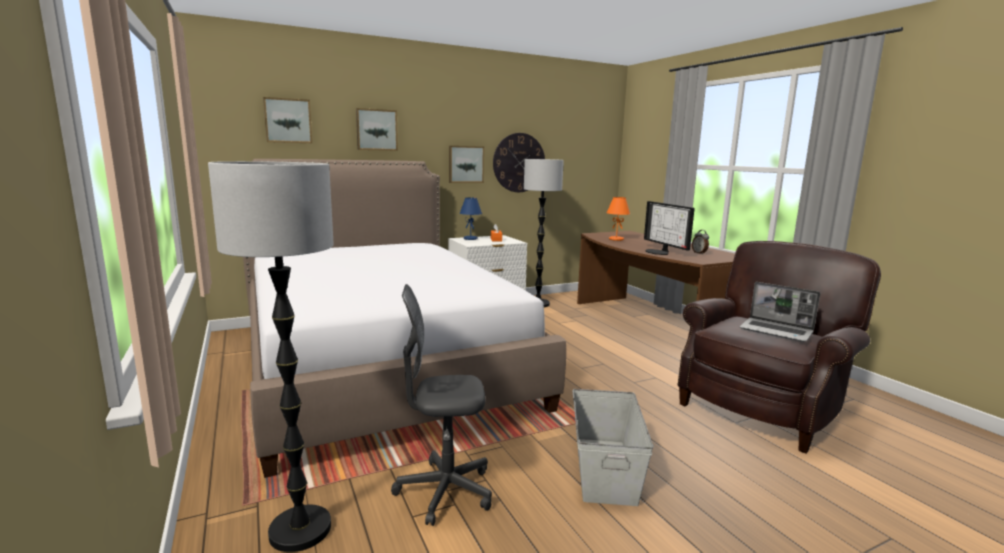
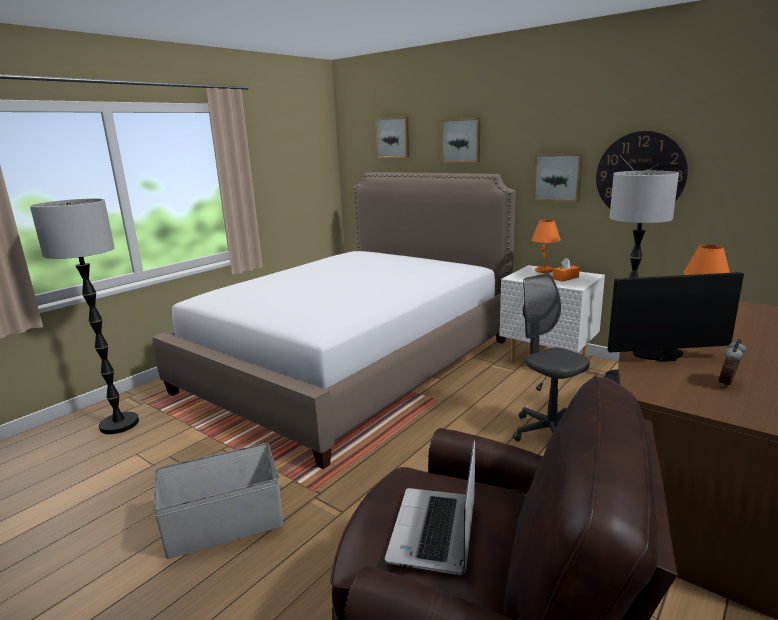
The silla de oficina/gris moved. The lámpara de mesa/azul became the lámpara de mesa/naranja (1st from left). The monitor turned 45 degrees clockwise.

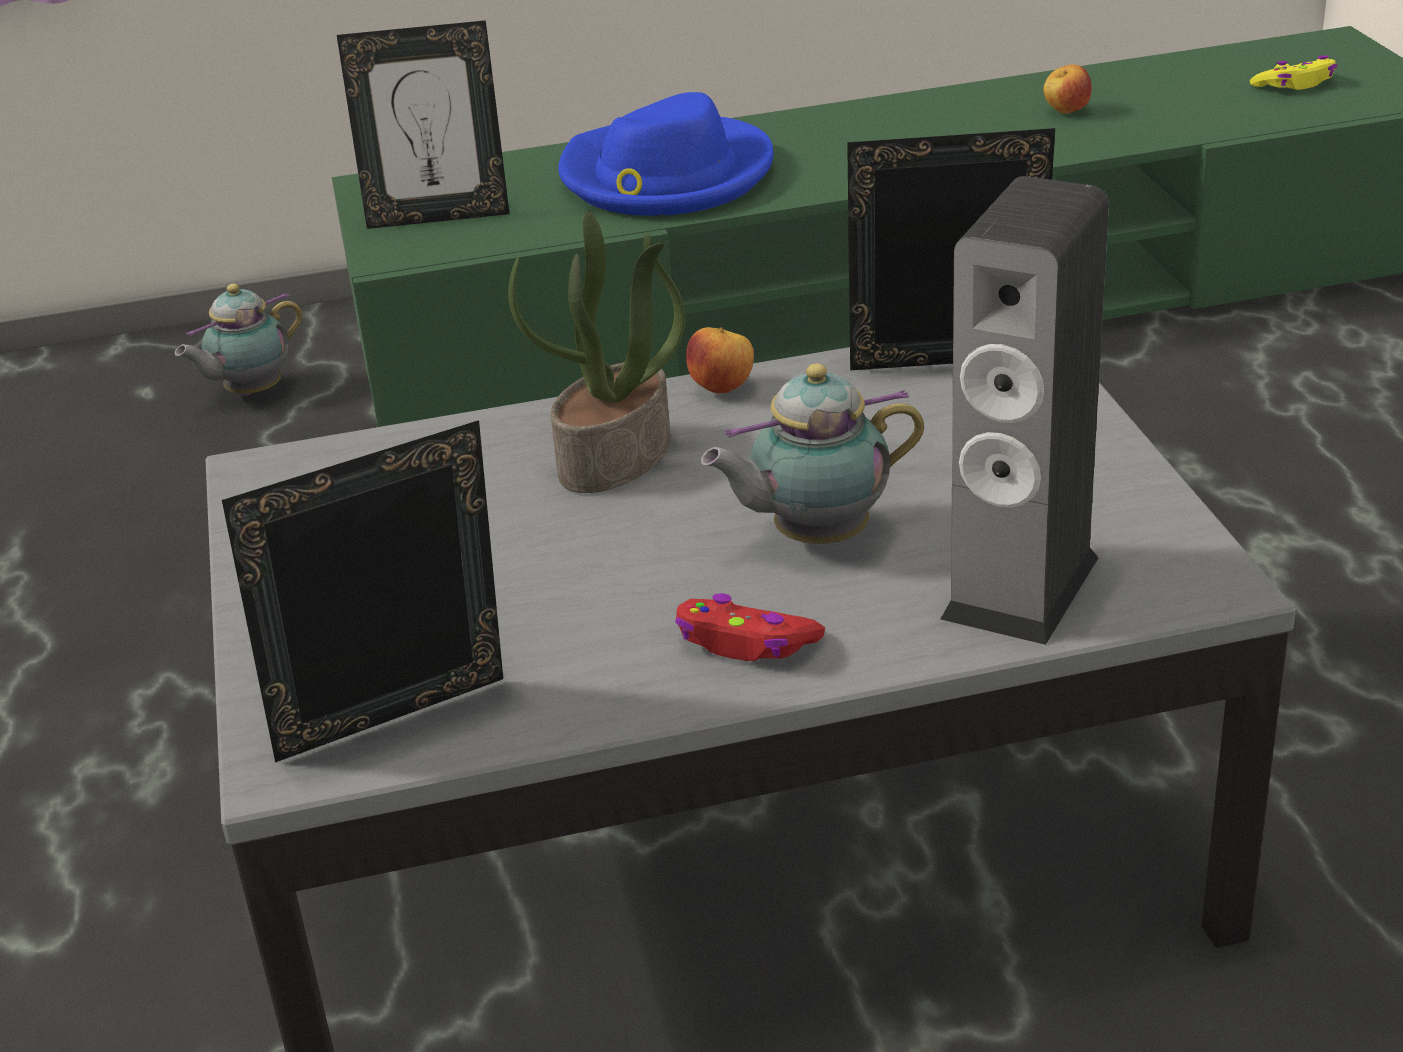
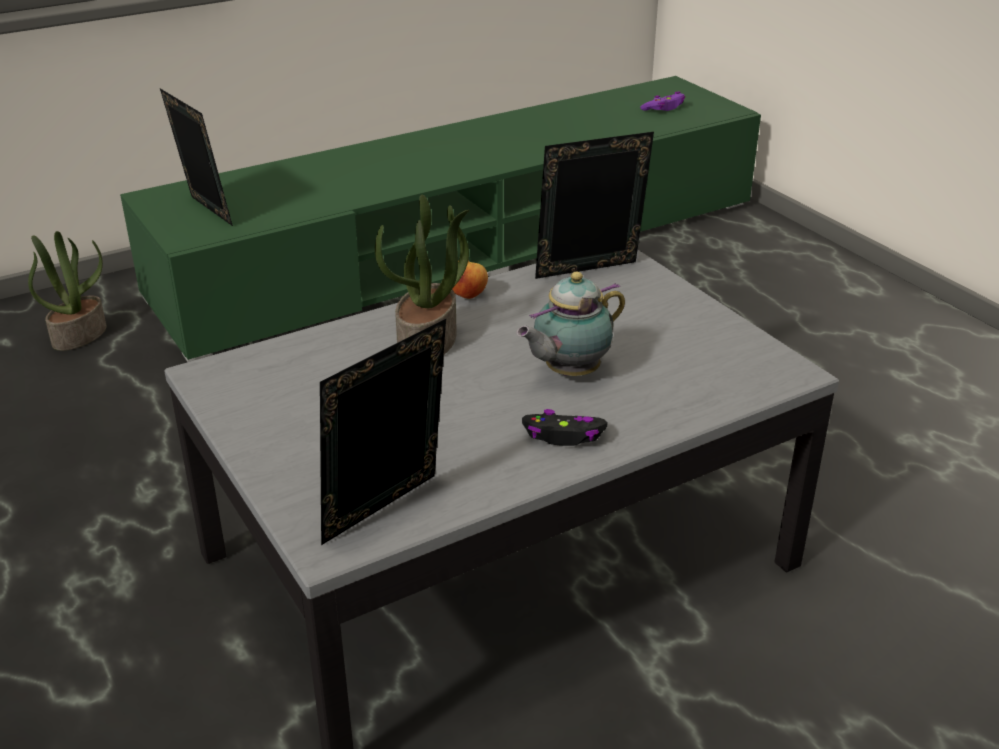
The tetera (1st from left) was replaced by the planta en maceta (1st from left). The portarretratos (2nd from left in the first image) turned 105 degrees counterclockwise. The mando de consola/rojo became the mando de consola/negro. The mando de consola/amarillo became the mando de consola/morado. The sombrero/azul disappeared. The altavoz disappeared. The manzana (2nd from left) disappeared.

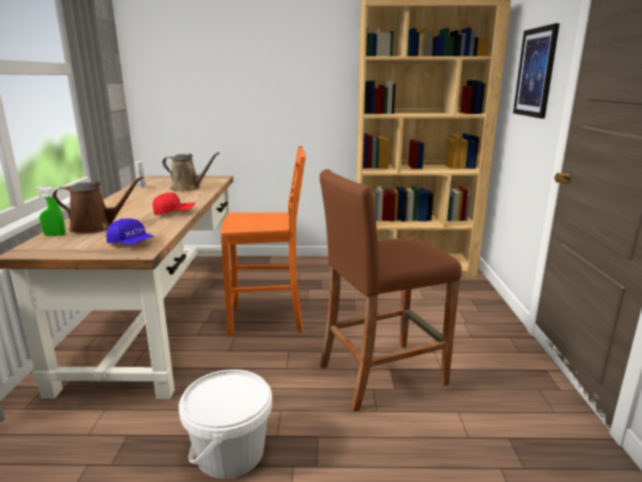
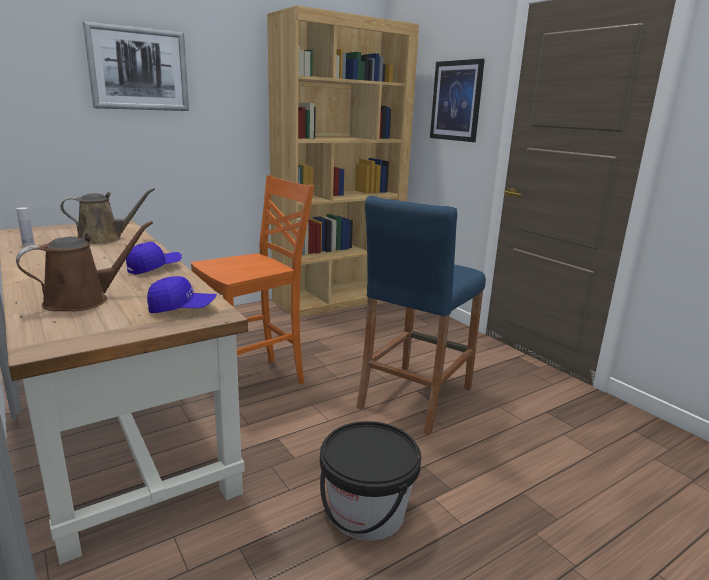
The cuadro (1st from left) appeared. The gorra/rojo became the gorra/azul (1st from left). The cubo/blanco became the cubo/negro. The taburete/marrón became the taburete/azul. The pulverizador/verde disappeared.

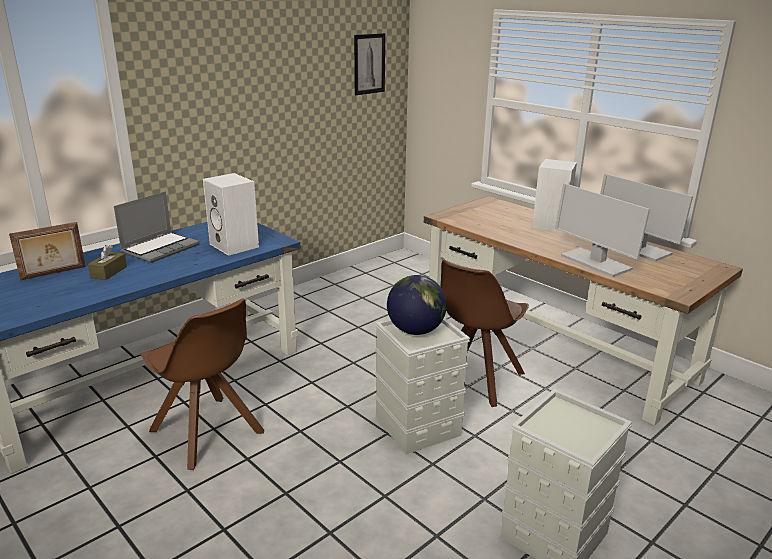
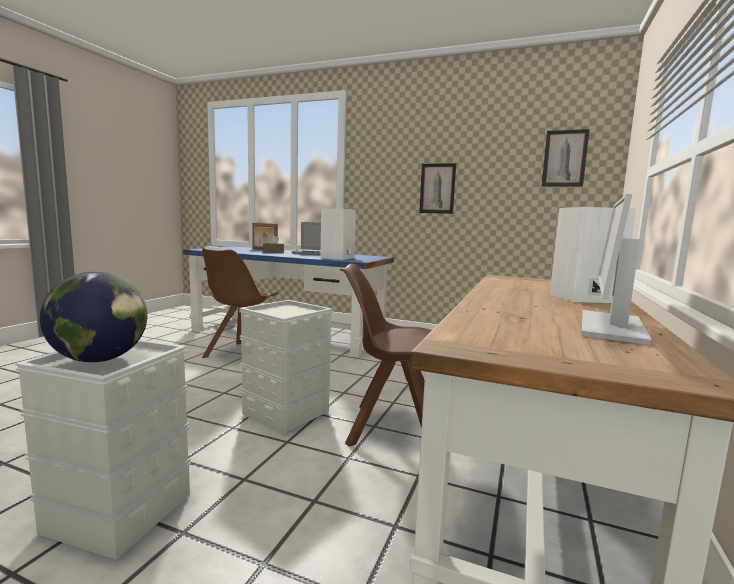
The globo terráqueo moved. The cuadro (1st from left) appeared. The monitor (1st from left) disappeared.

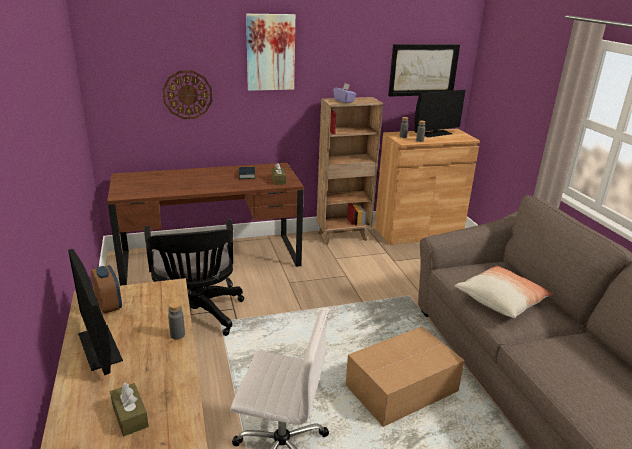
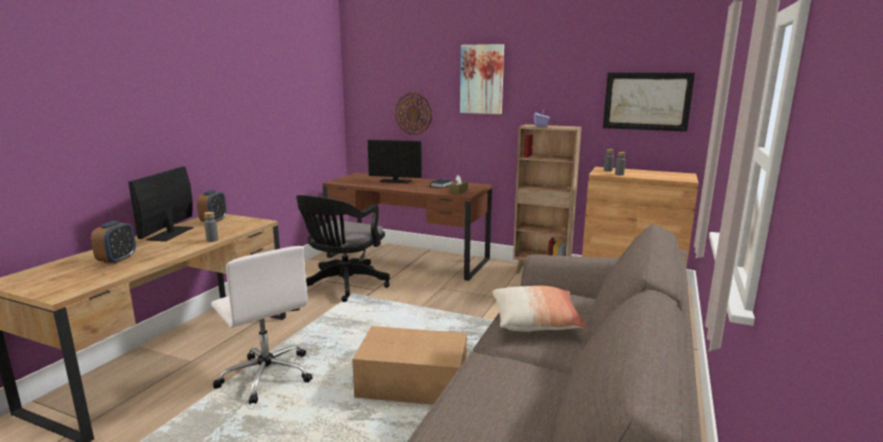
The caja de pañuelos/marrón (1st from left) was replaced by the despertador (1st from left). The monitor (2nd from left) moved.

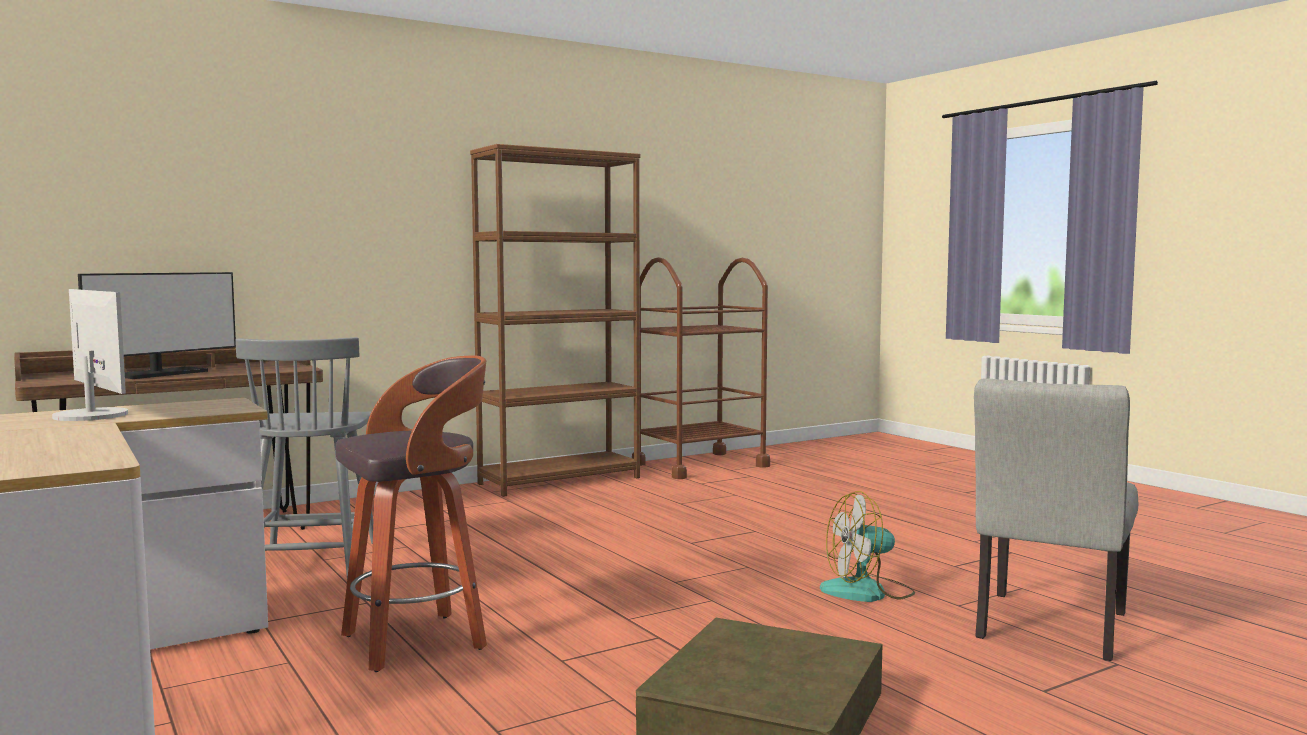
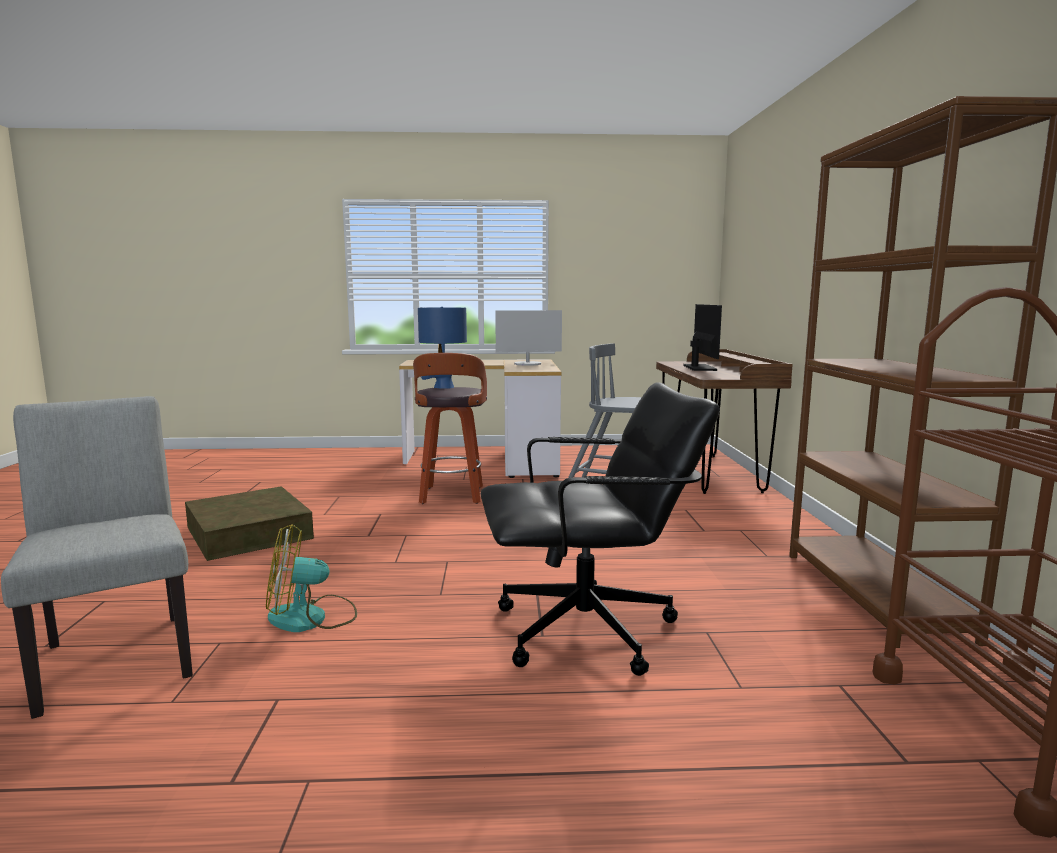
The ventilador turned 120 degrees counterclockwise. The lámpara de mesa/azul appeared. The silla de oficina/negro appeared. The monitor (2nd from left) turned 150 degrees counterclockwise.

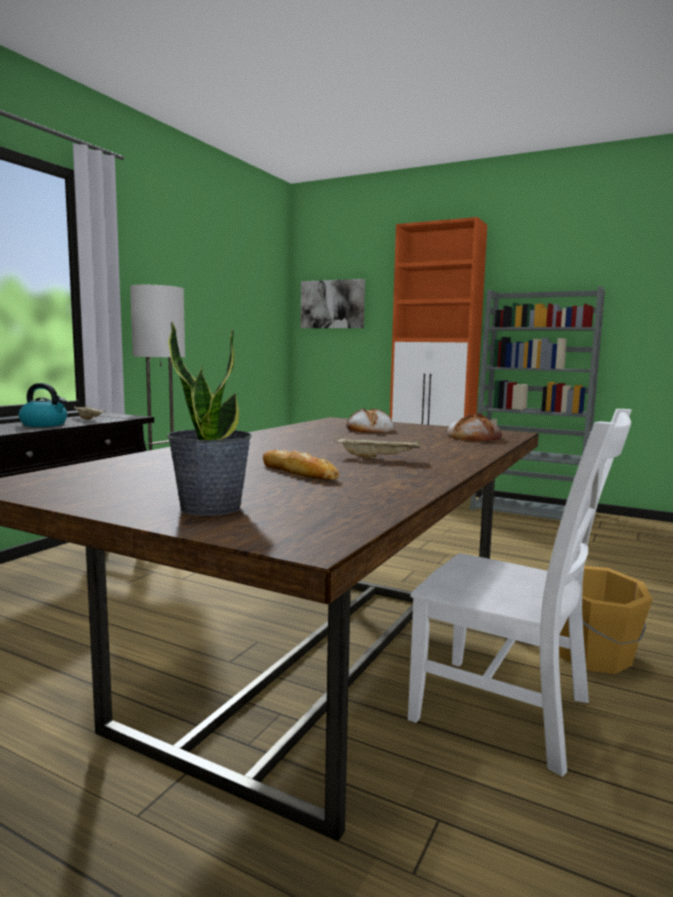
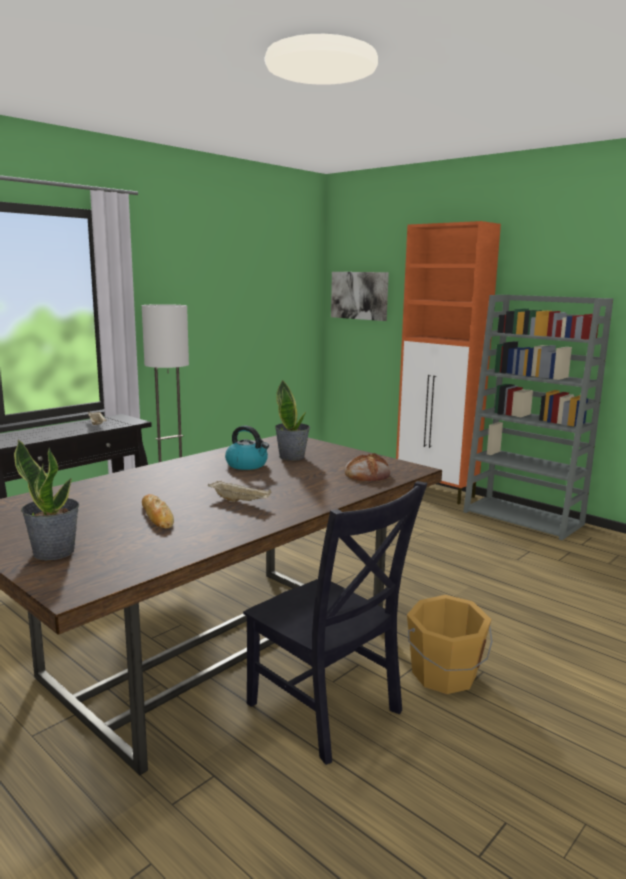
The hervidor moved. The silla/blanco became the silla/negro. The pan (2nd from left) was replaced by the planta en maceta (2nd from left).

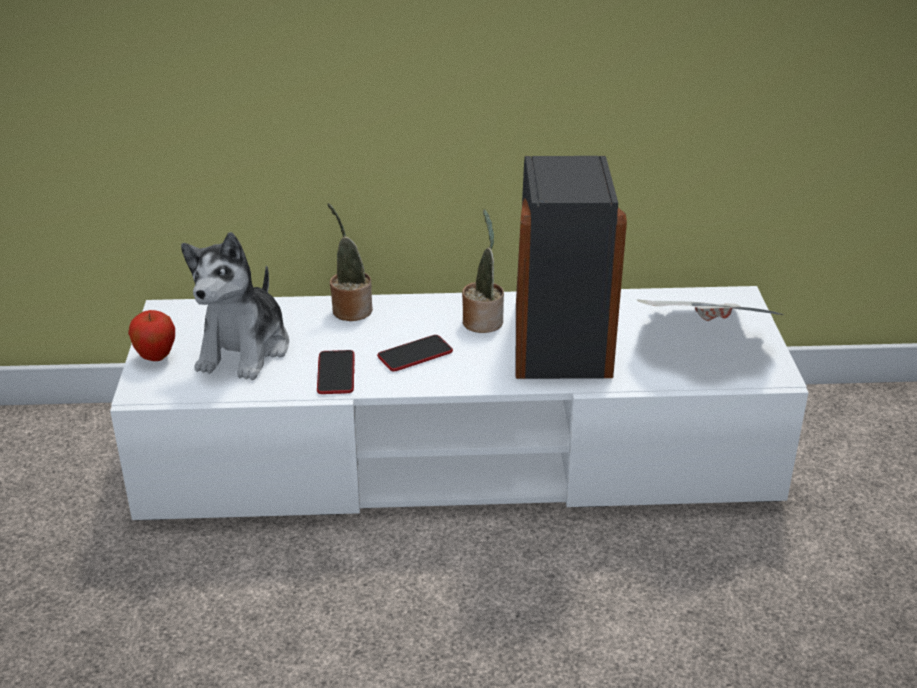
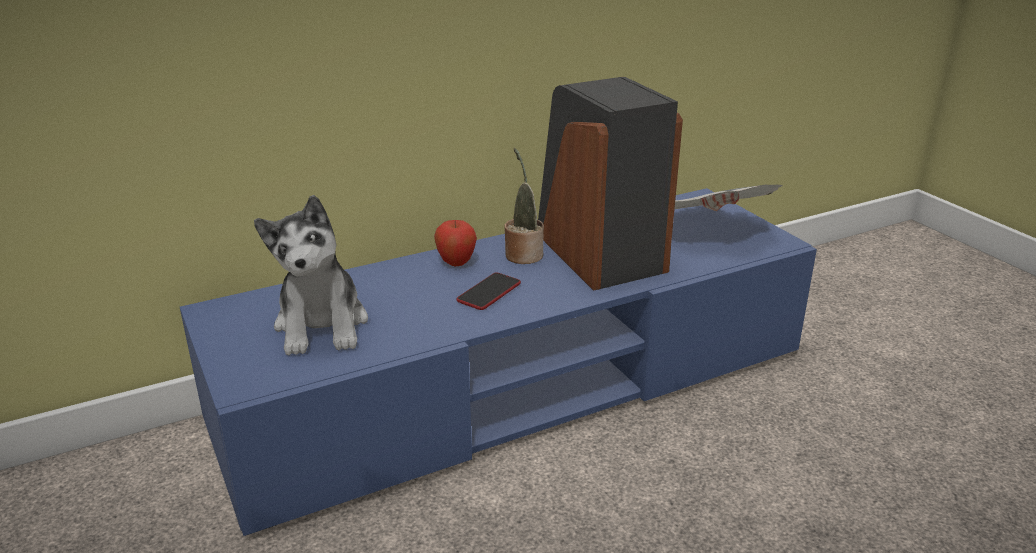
The mueble de televisión/blanco became the mueble de televisión/azul. The manzana moved. The móvil (1st from left) disappeared. The planta en maceta (1st from left) disappeared.

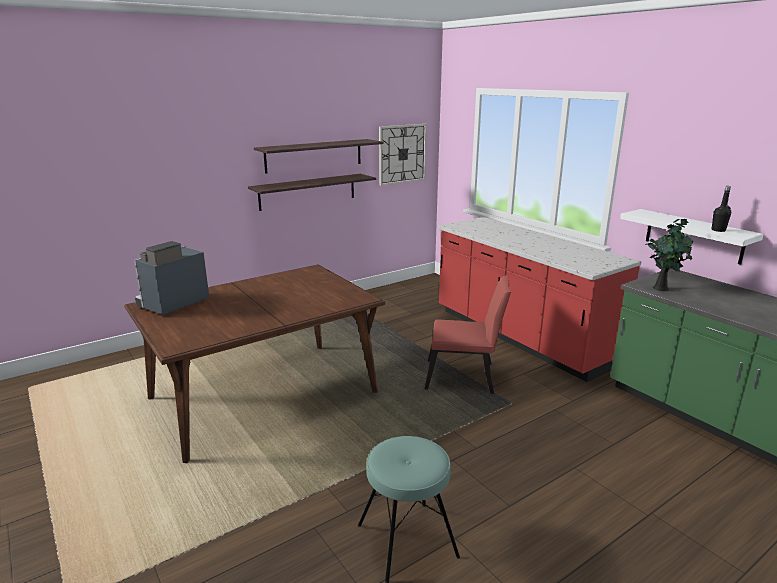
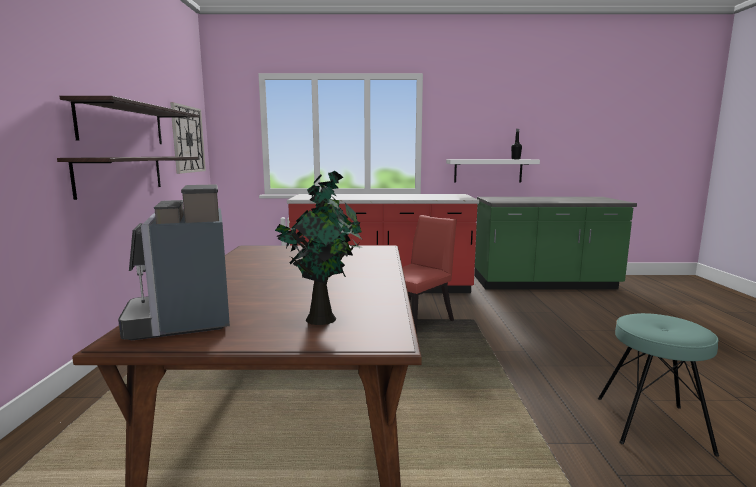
The planta en maceta moved.

